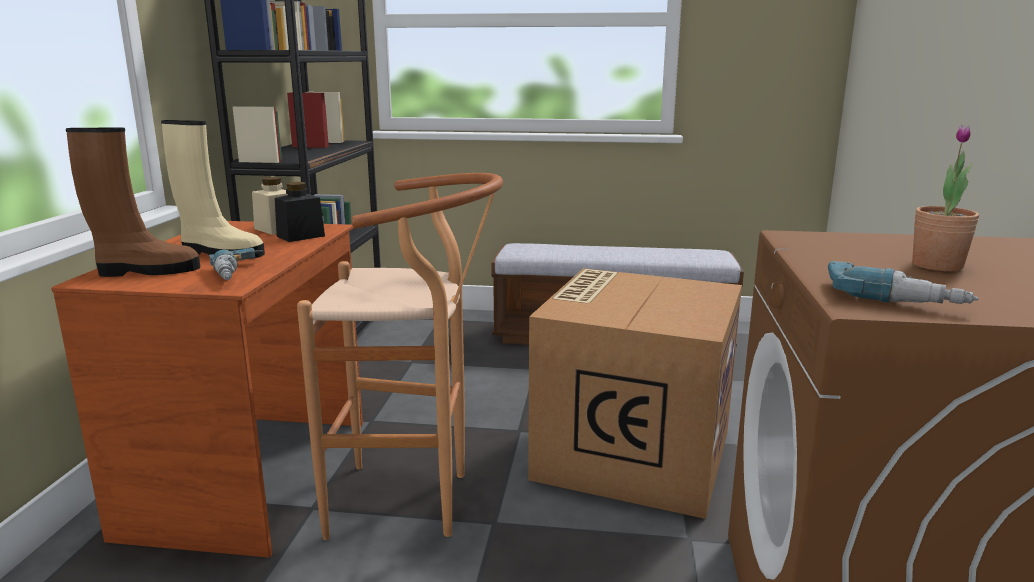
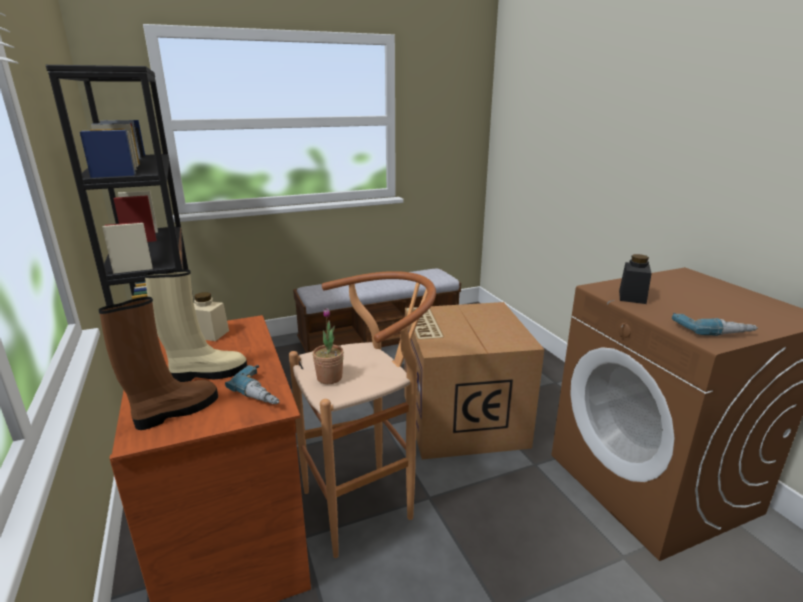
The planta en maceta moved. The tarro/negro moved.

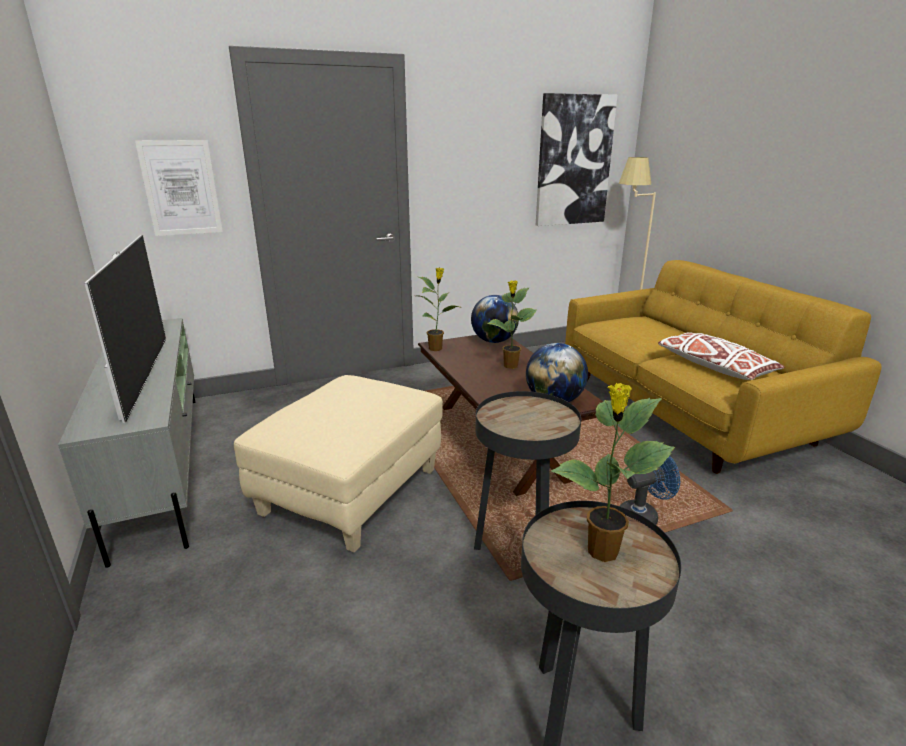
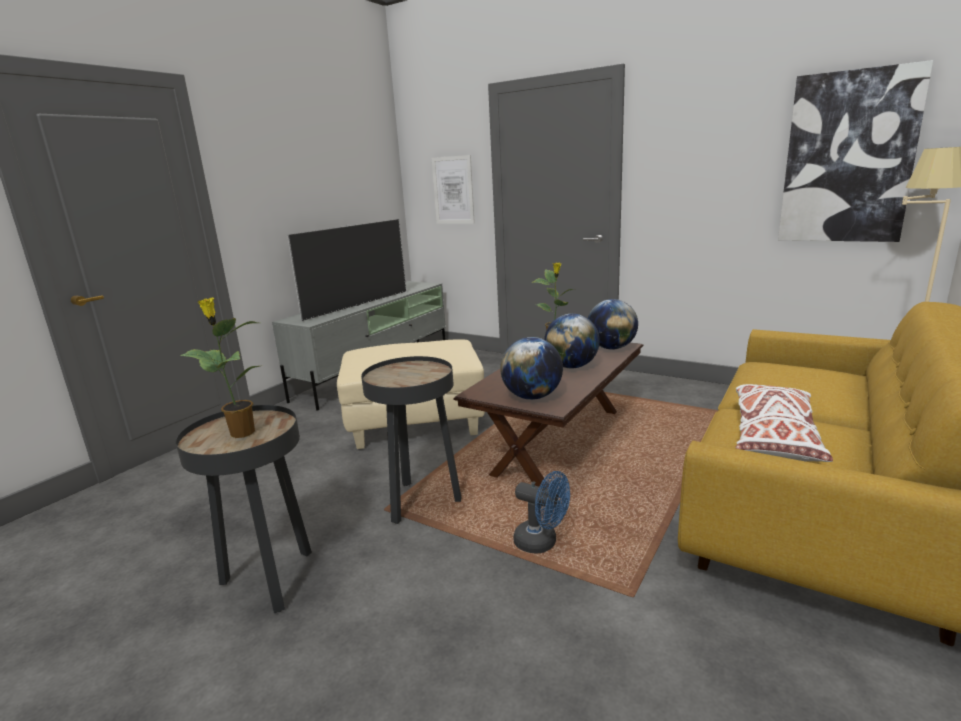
The planta en maceta (2nd from left) was replaced by the globo terráqueo (2nd from left).

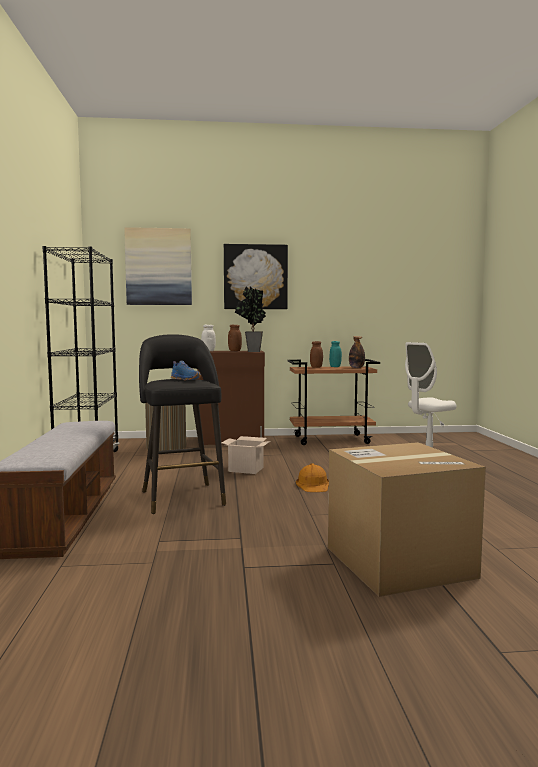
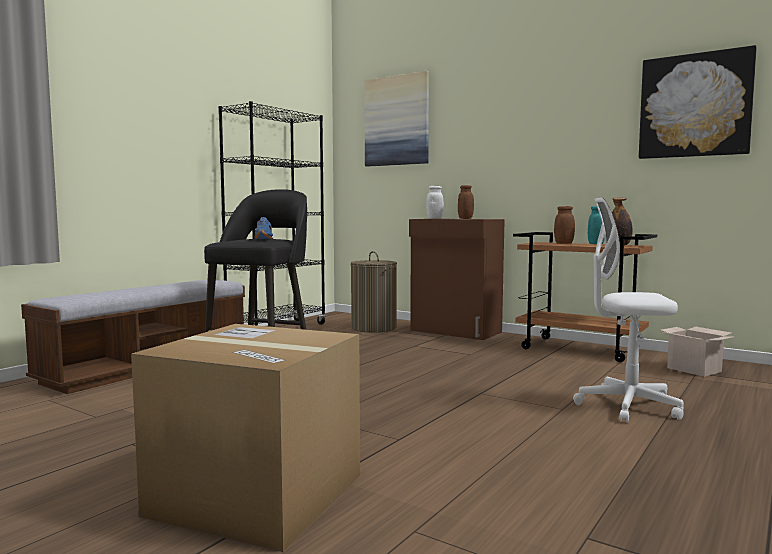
The cuadro (2nd from left) moved. The caja de cartón (1st from left in the first image) moved. The planta en maceta disappeared. The casco/naranja disappeared.

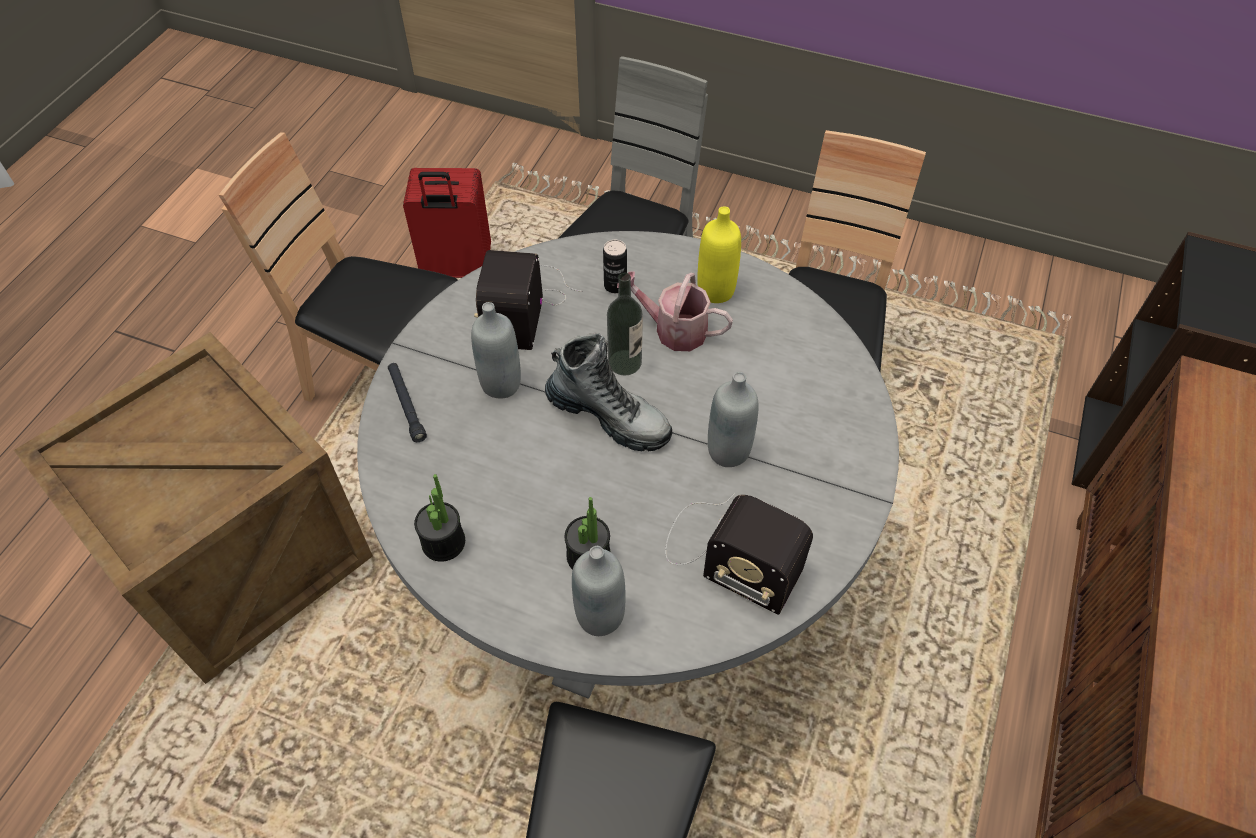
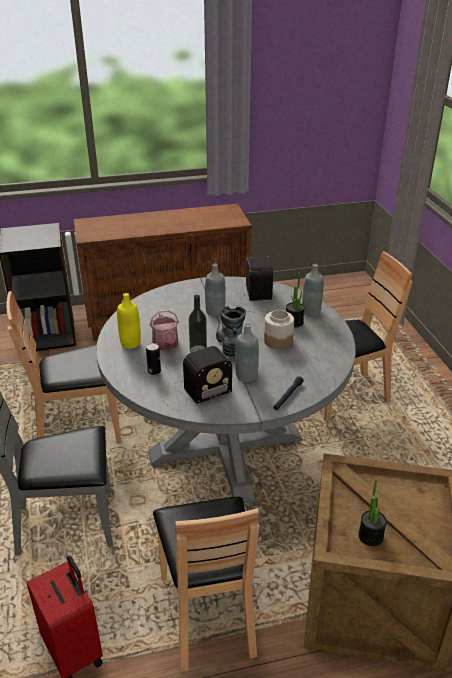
The tarro appeared. The planta en maceta (1st from left in the first image) moved.

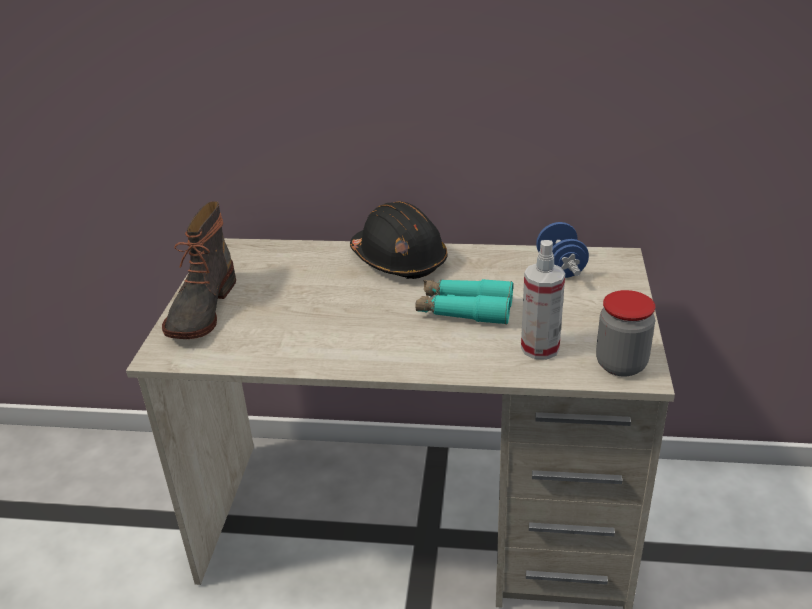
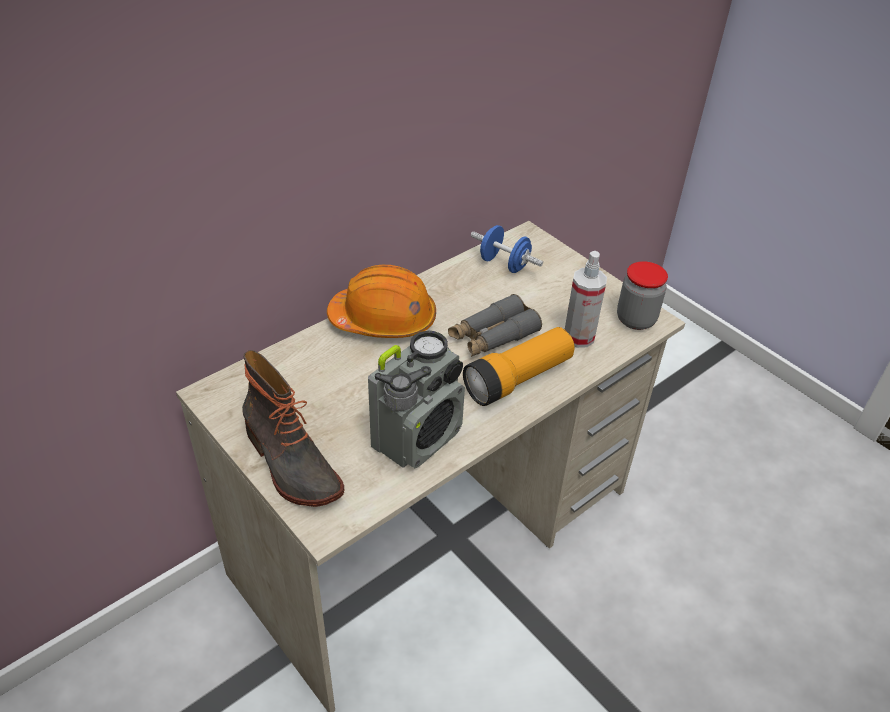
The casco/negro became the casco/naranja. The radio appeared. The prismáticos/turquesa became the prismáticos/gris. The linterna appeared.

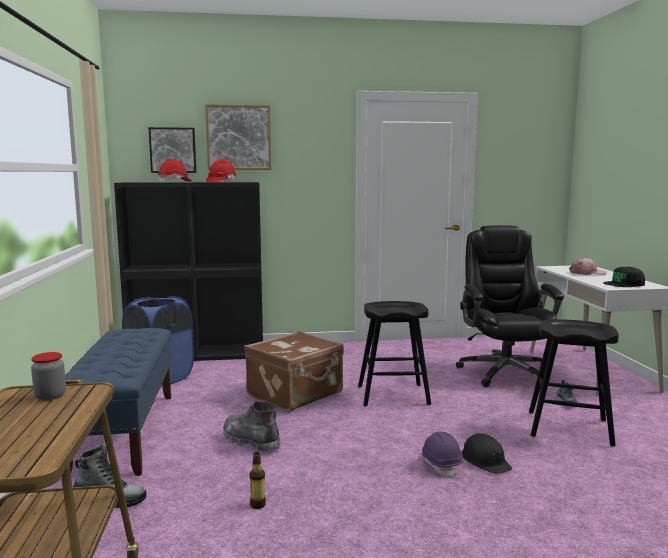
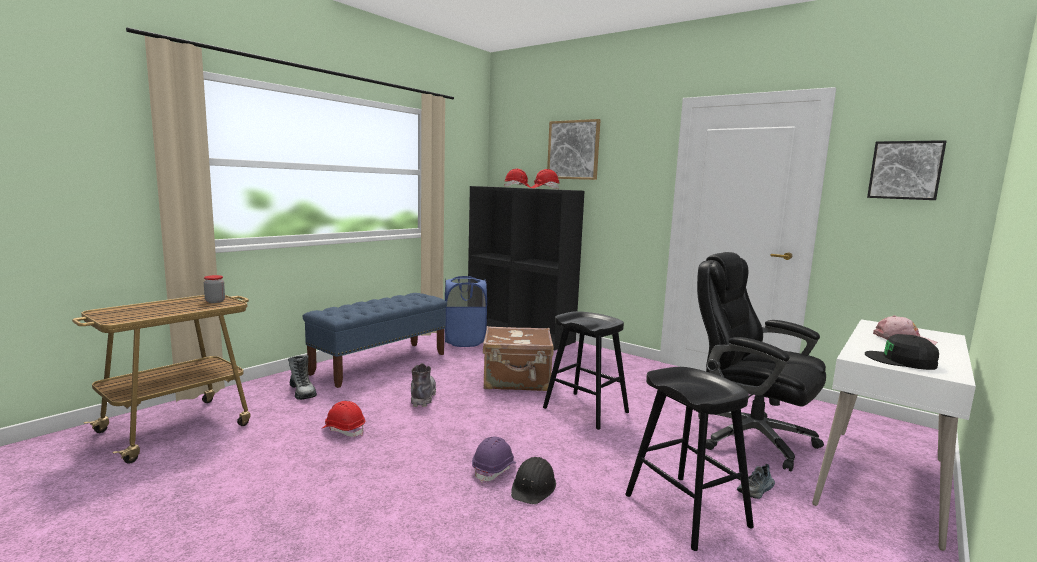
The botella was replaced by the casco/rojo (1st from left). The silla de oficina/negro turned 90 degrees counterclockwise. The cuadro (1st from left in the first image) moved.

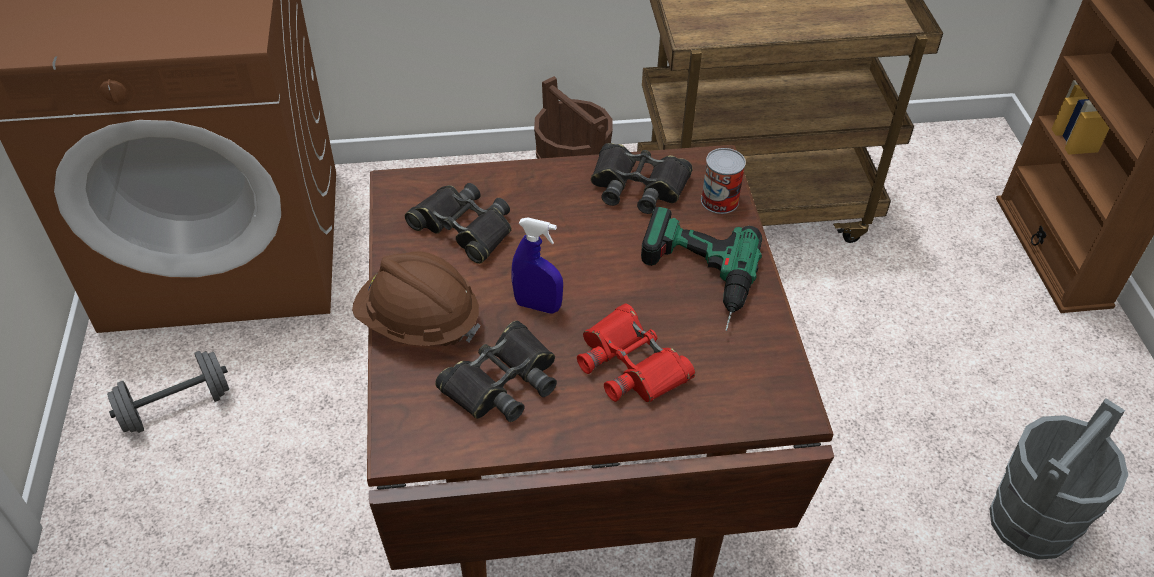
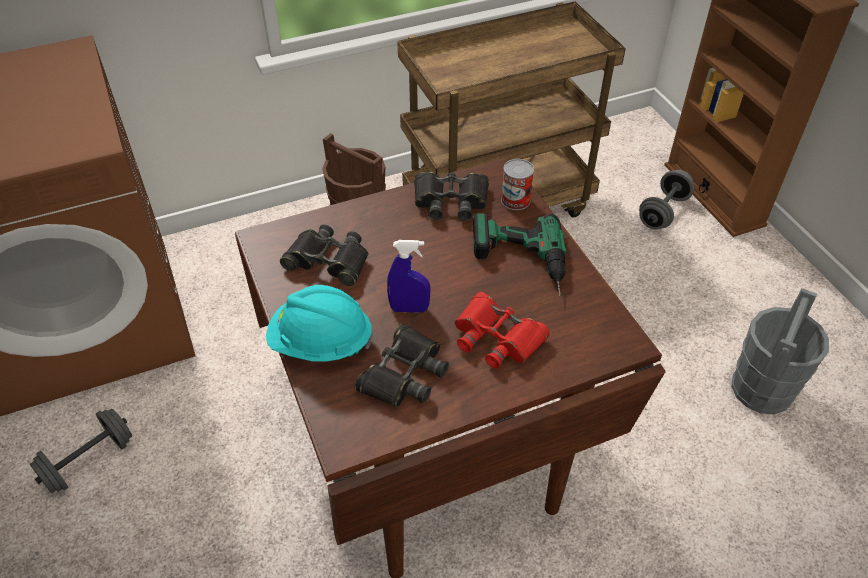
The casco/marrón became the casco/turquesa. The mancuerna/gris (2nd from left) appeared.

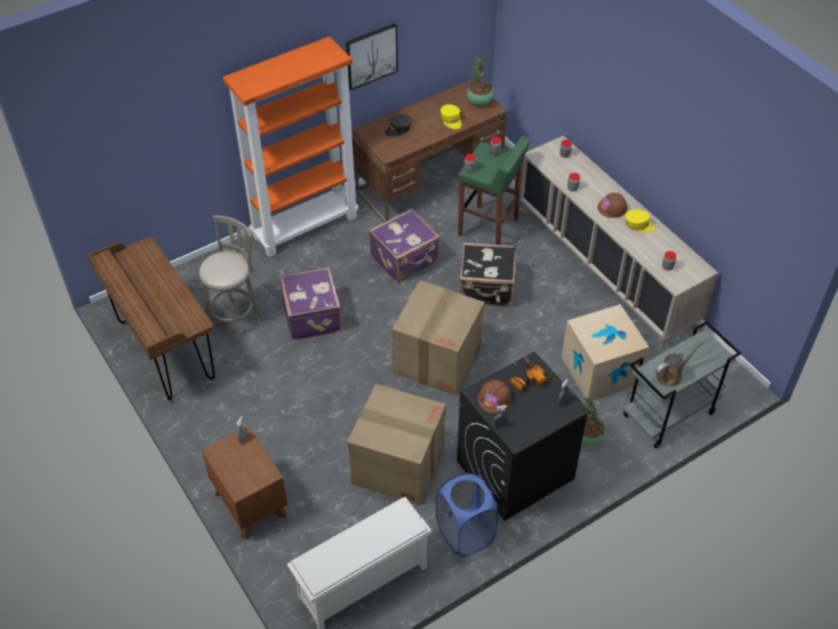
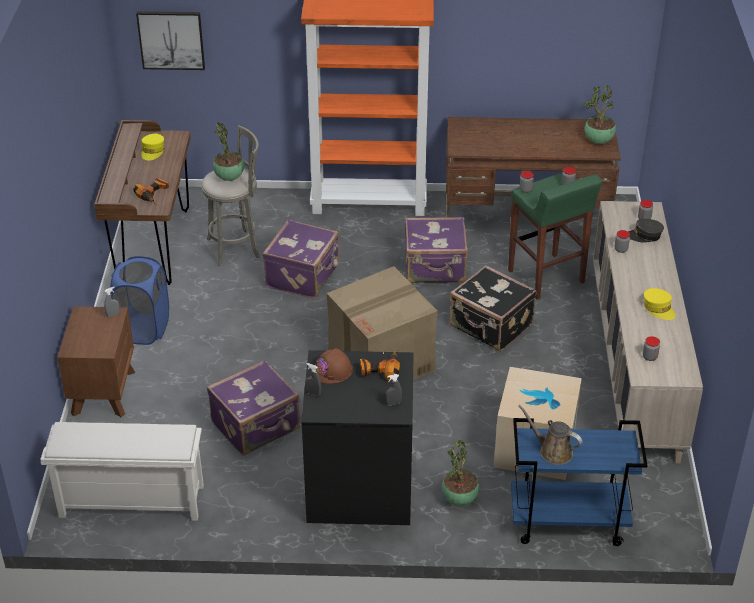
The cesto de la ropa/azul moved. The taladro (1st from left) appeared. The cuadro moved. The gorra/amarillo (1st from left) moved. The caja de cartón (1st from left) was replaced by the maleta/morado (1st from left). The planta en maceta (1st from left) appeared. The carrito/gris became the carrito/azul. The regadera/marrón turned 150 degrees counterclockwise. The gorra/gris moved. The casco/marrón (2nd from left) disappeared.

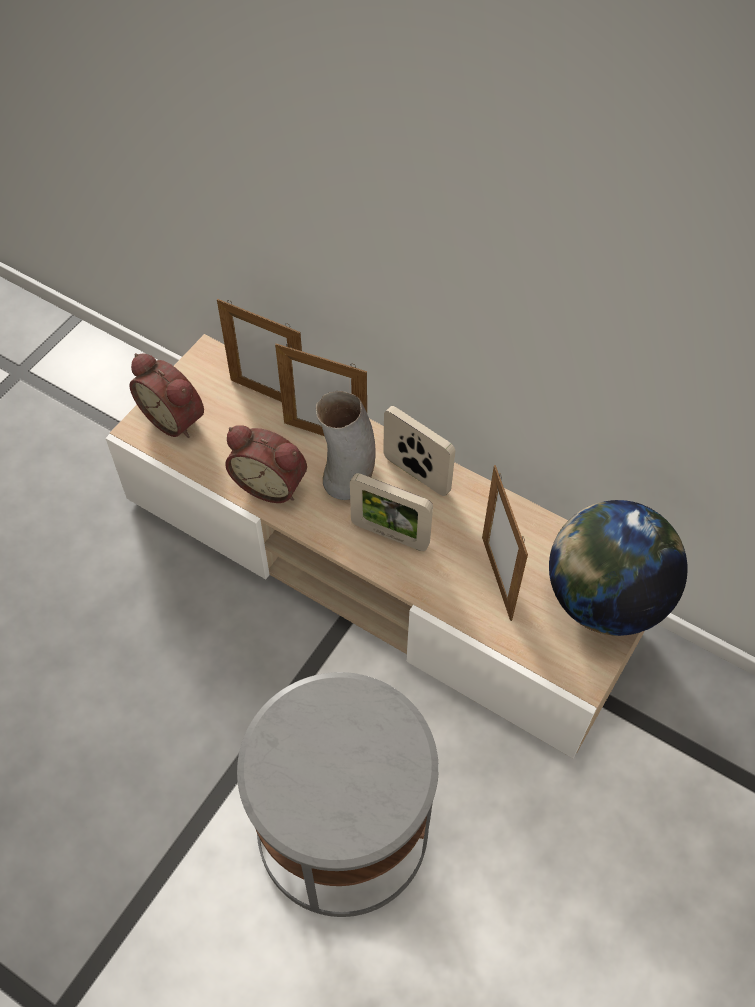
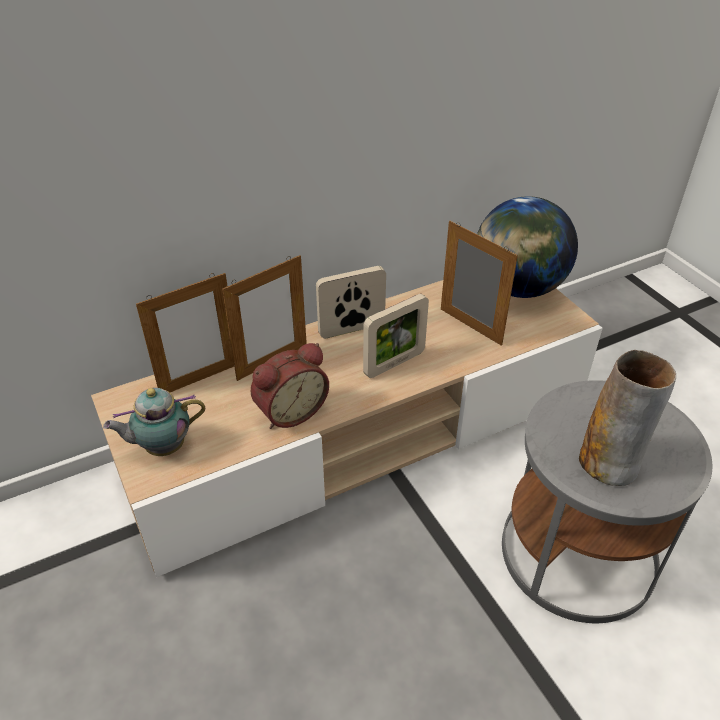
The despertador (1st from left) was replaced by the tetera. The portarretratos (5th from left) turned 150 degrees counterclockwise. The florero moved.

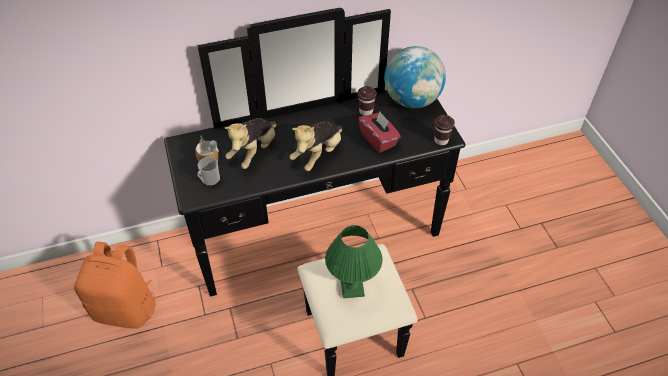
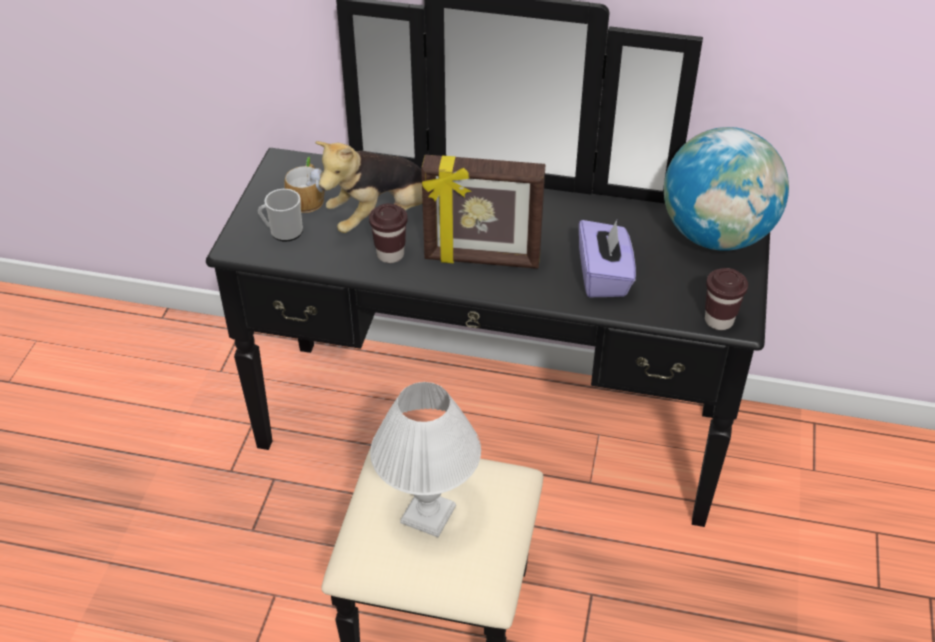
The taza/marrón (1st from left) moved. The lámpara de mesa/verde became the lámpara de mesa/blanco. The peluche (2nd from left) was replaced by the portarretratos. The caja de pañuelos/rojo became the caja de pañuelos/morado. The mochila/naranja disappeared.

